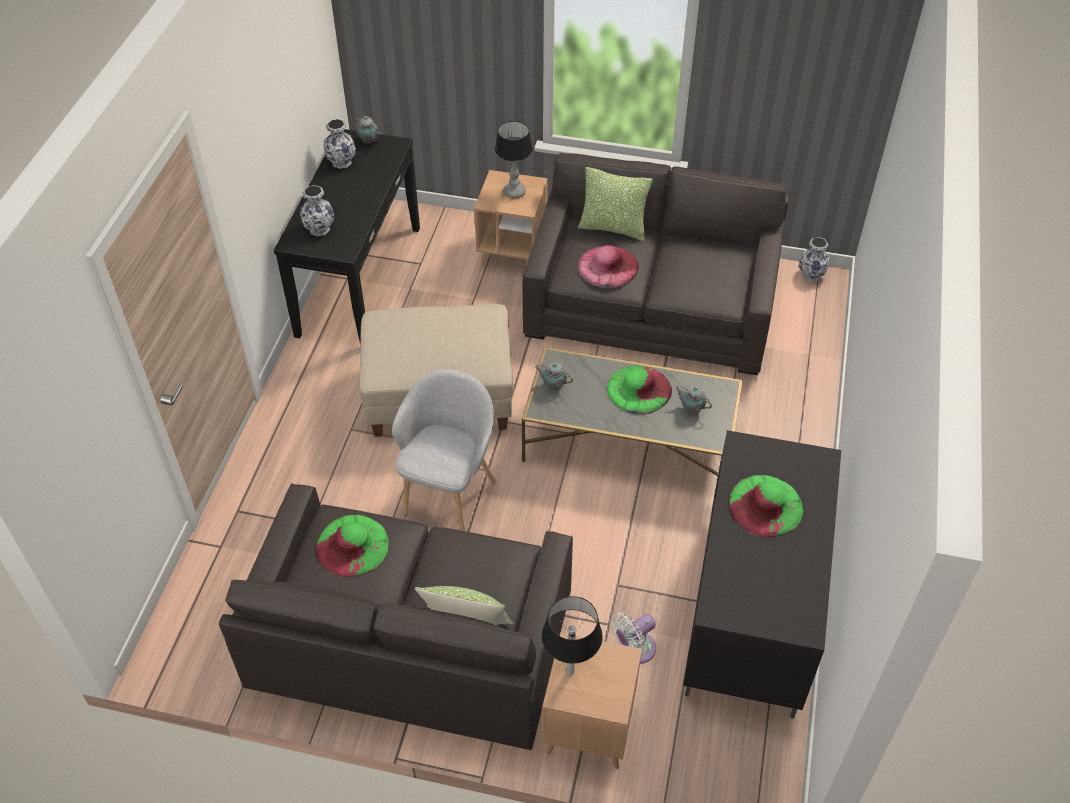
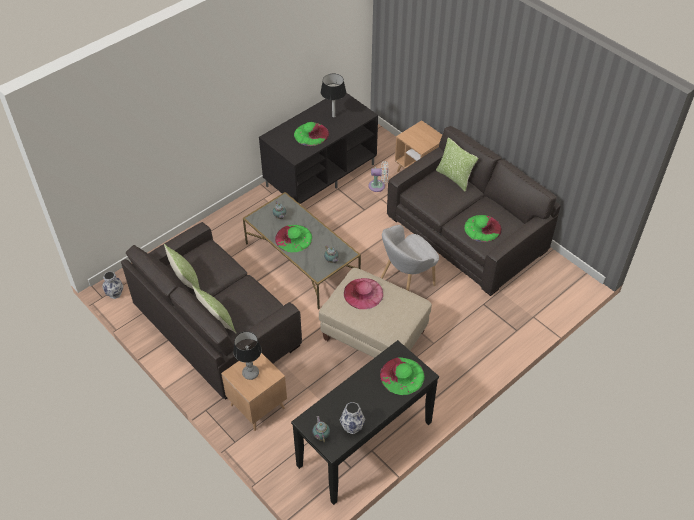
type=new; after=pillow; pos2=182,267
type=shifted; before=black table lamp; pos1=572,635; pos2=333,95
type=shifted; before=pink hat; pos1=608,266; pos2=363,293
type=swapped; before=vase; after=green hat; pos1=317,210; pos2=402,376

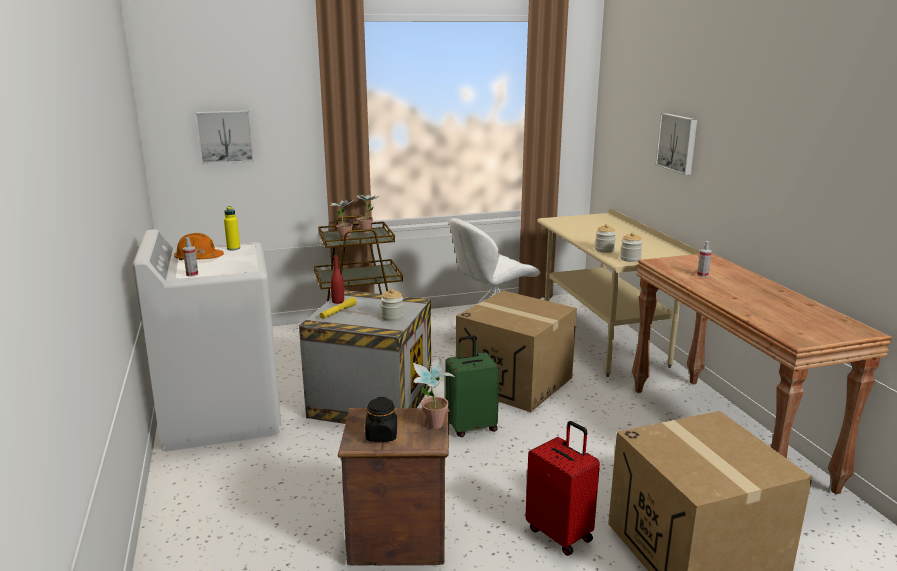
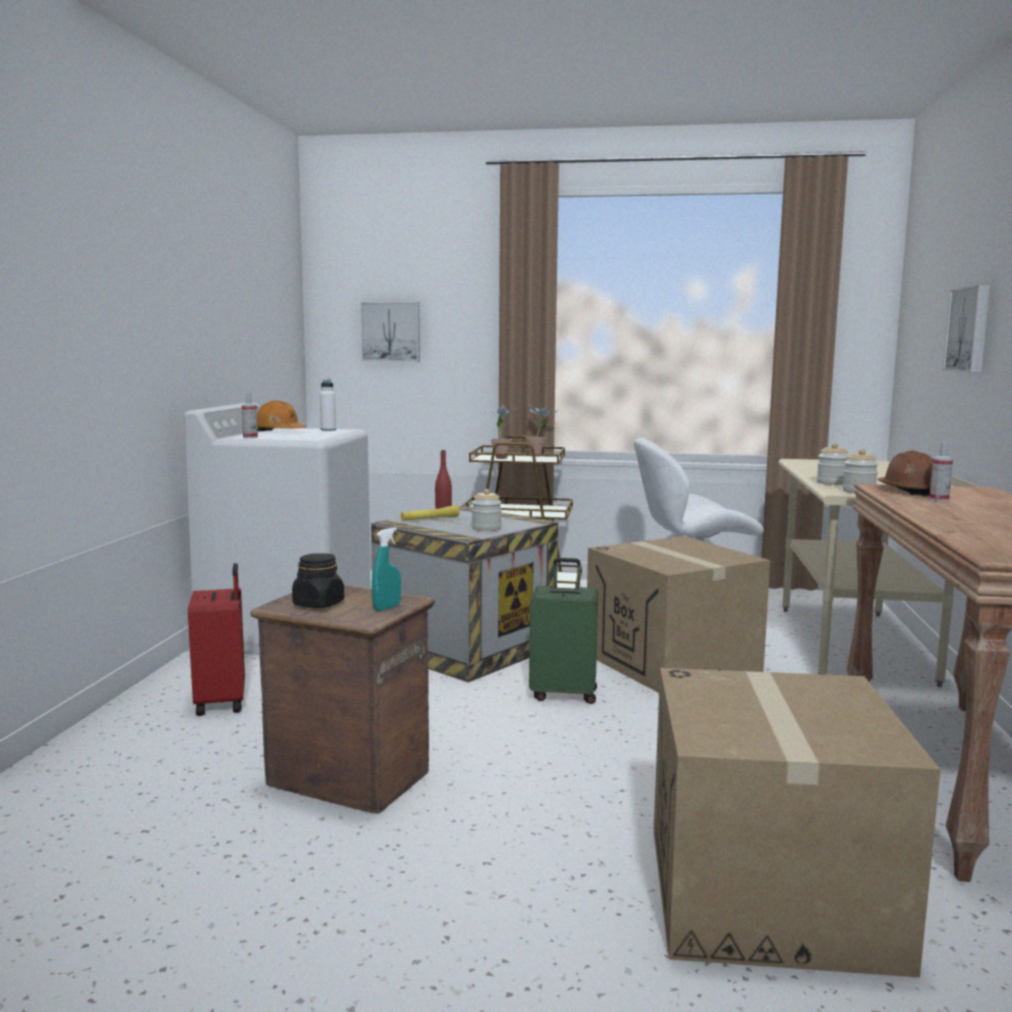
type=new; after=brown hard hat; pos2=905,473
type=shifted; before=red suitcase; pos1=562,488; pos2=216,639
type=swapped; before=potted plant; after=turquoise spray bottle; pos1=434,392; pos2=386,569
type=repainted; before=yellow bottle; after=white bottle; pos1=232,228; pos2=328,404

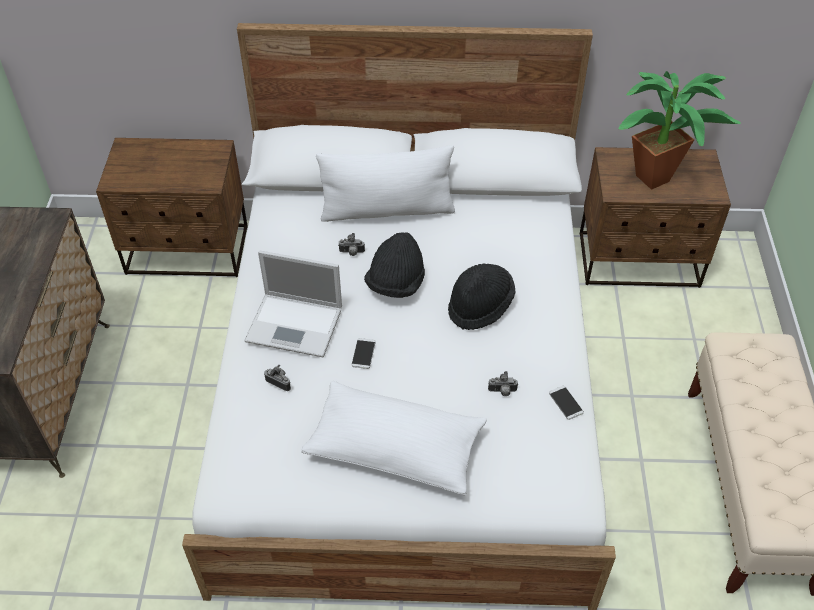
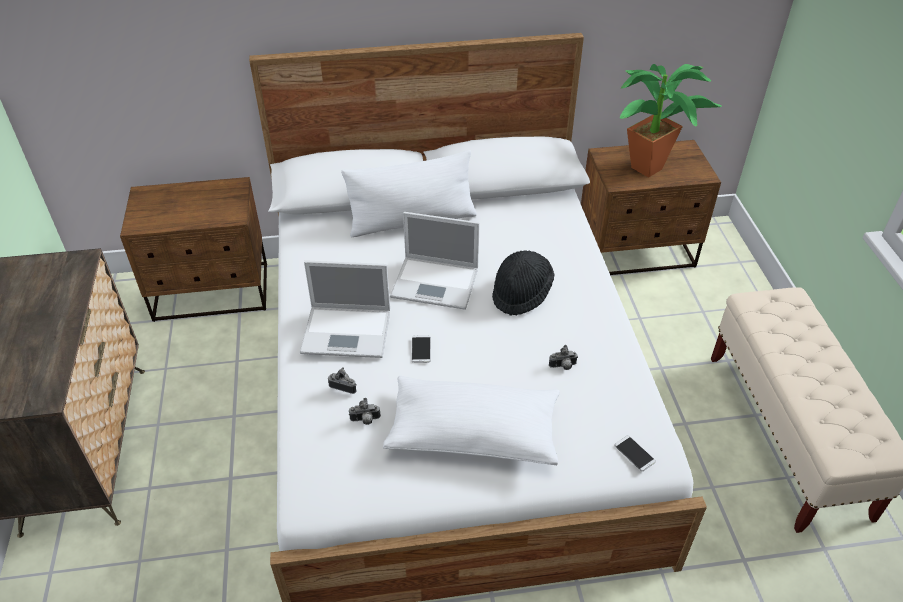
type=shifted; before=photo camera; pos1=351,244; pos2=365,411
type=shifted; before=phone; pos1=566,403; pos2=635,453
type=swapped; before=black hat; after=laptop; pos1=394,265; pos2=435,261

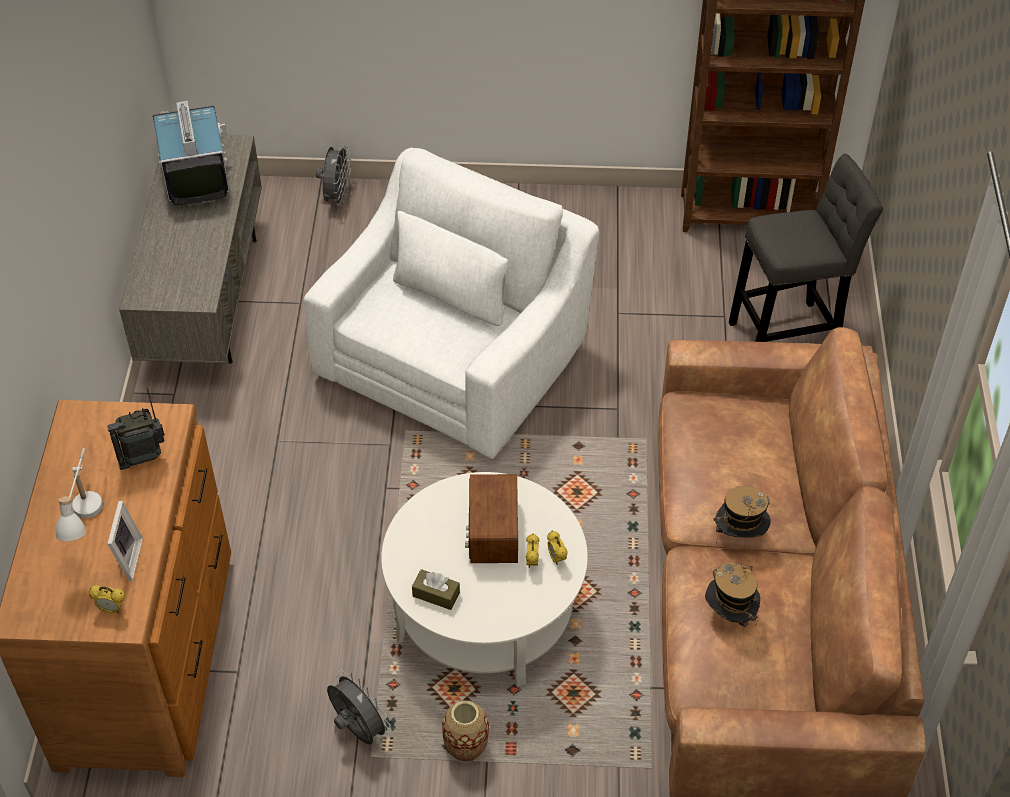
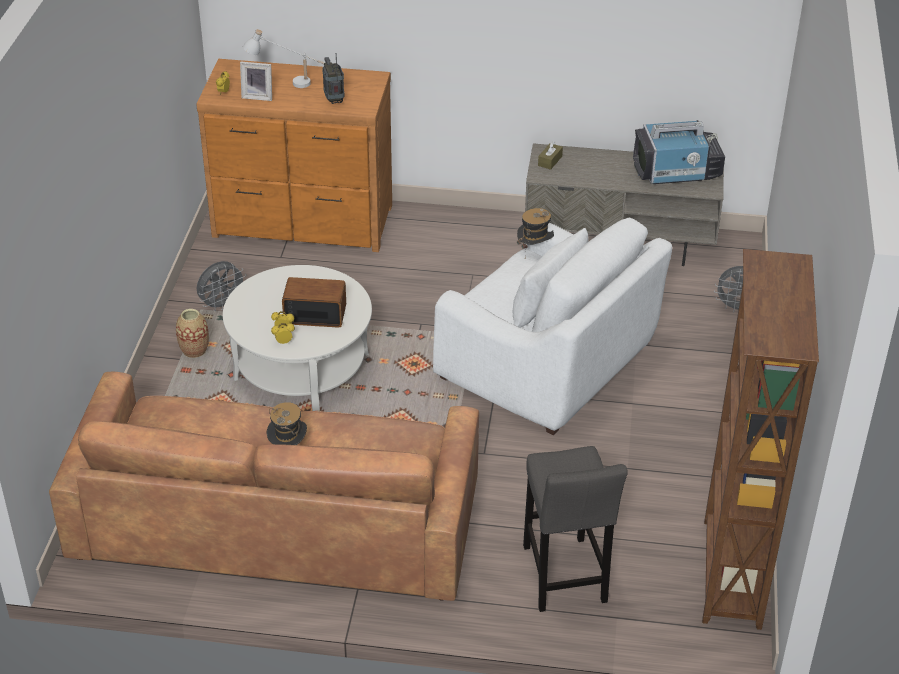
type=shifted; before=brown tissue box; pos1=436,589; pos2=550,155
type=shifted; before=hat; pos1=732,595; pos2=535,231

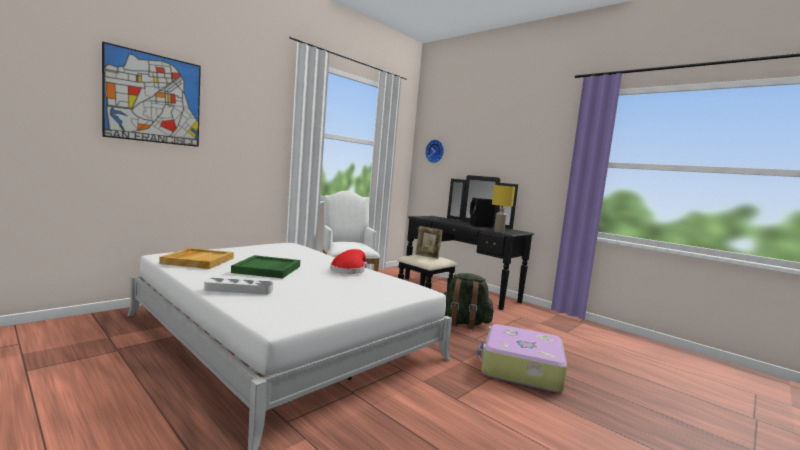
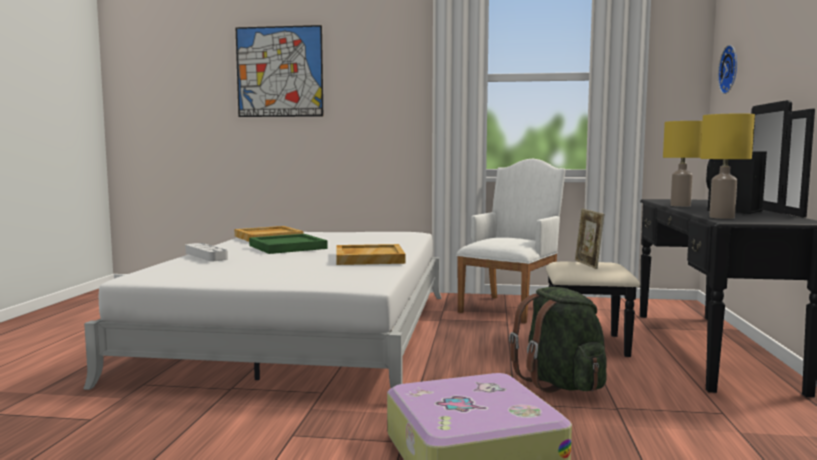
type=new; after=yellow table lamp; pos2=683,164
type=swapped; before=red hat; after=beige tray; pos1=348,261; pos2=370,254

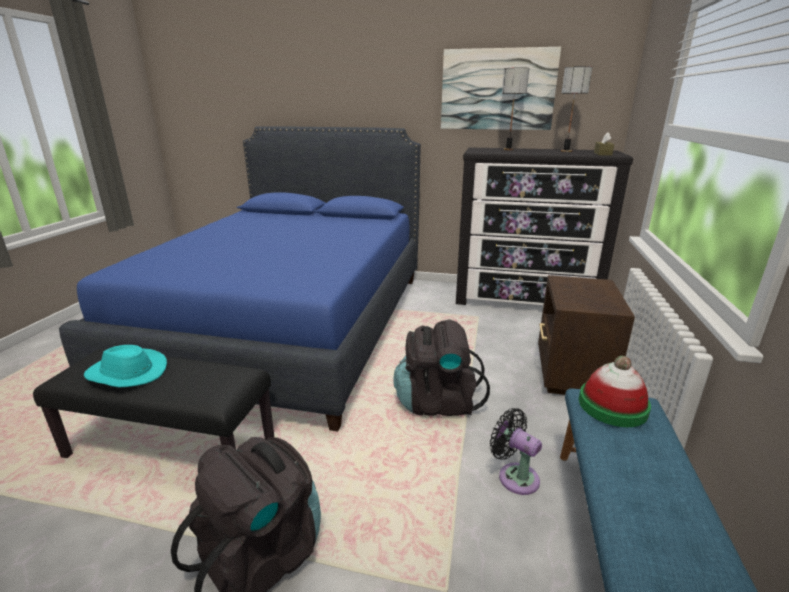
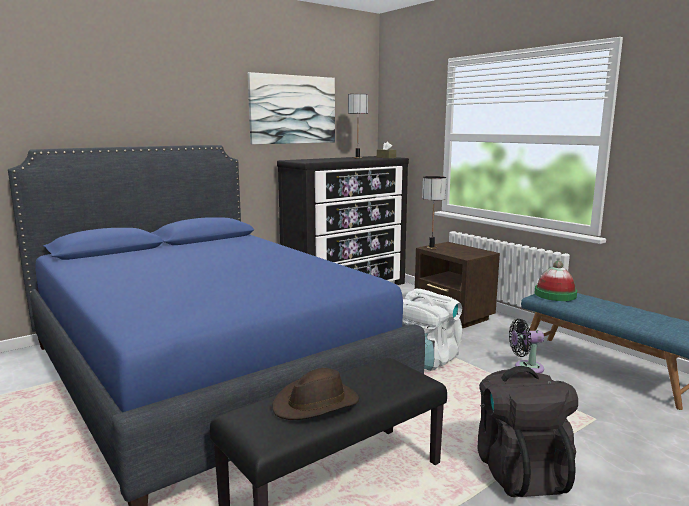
type=shifted; before=table lamp; pos1=515,108; pos2=434,212
type=repainted; before=turquoise hat; after=brown hat; pos1=125,366; pos2=315,394
type=repainted; before=black backpack; after=white backpack; pos1=441,367; pos2=432,330

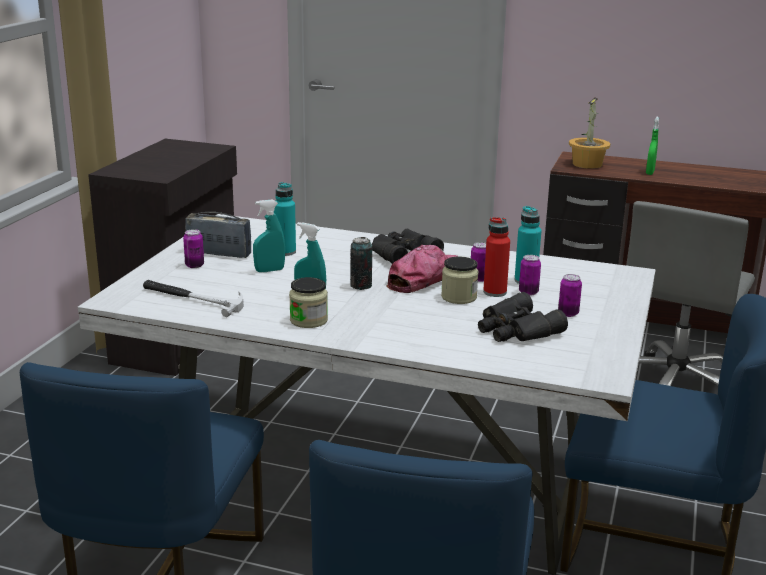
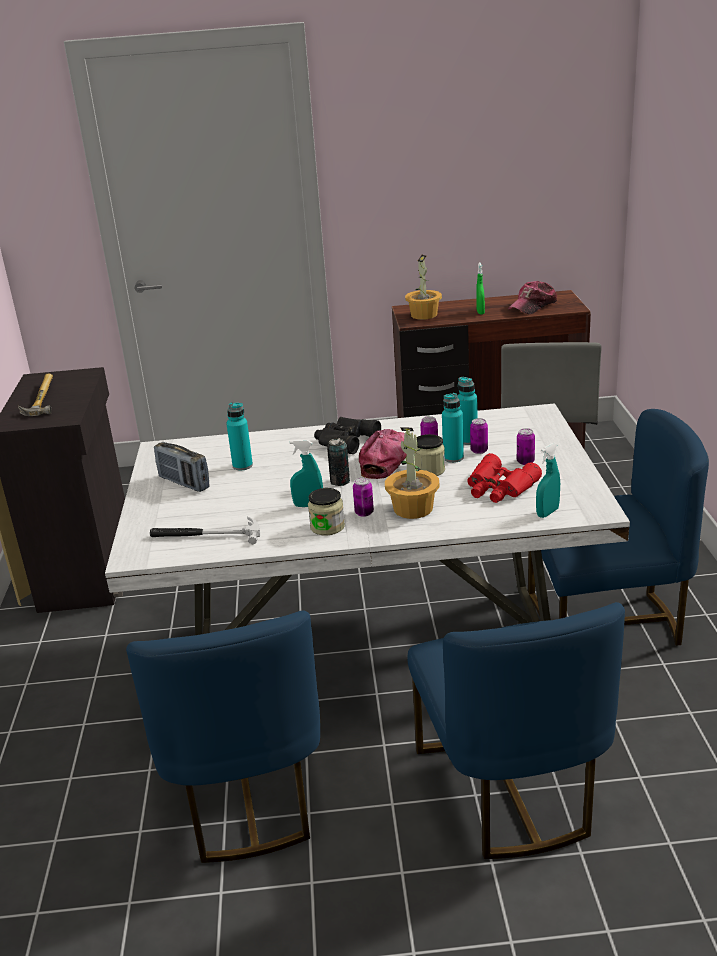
type=new; after=hammer; pos2=35,395
type=new; after=potted plant; pos2=412,473
type=new; after=cap; pos2=532,297
type=shifted; before=can; pos1=193,248; pos2=363,497
type=shifted; before=turquoise spray bottle; pos1=269,235; pos2=548,480
type=repainted; before=black binoculars; after=red binoculars; pos1=523,317; pos2=504,478
type=repainted; before=red bottle; after=turquoise bottle; pos1=496,257; pos2=453,428
type=rotated; before=radio; pos1=218,235; pos2=181,467; turn=-135

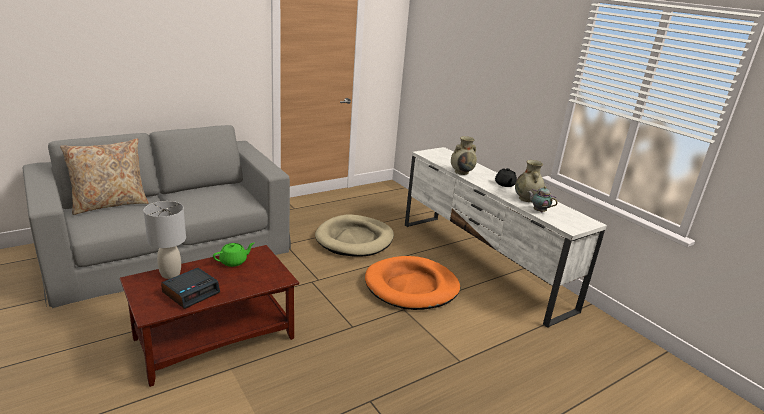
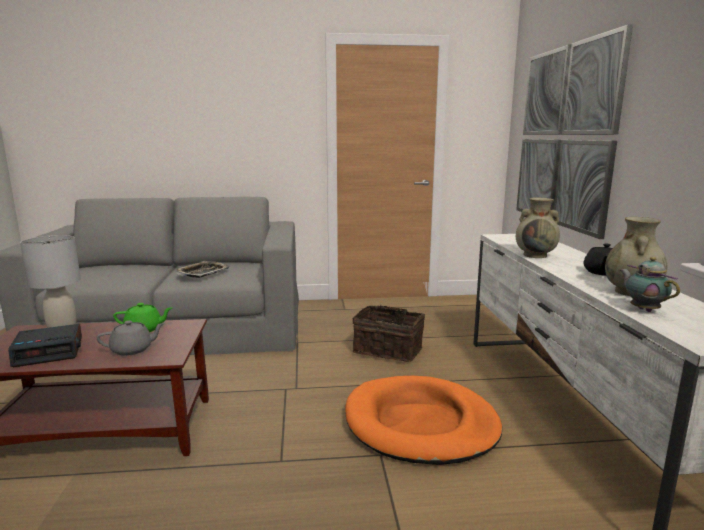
type=gone; before=beige pillow; pos1=104,177
type=new; after=grey teapot; pos2=131,338
type=new; after=tray; pos2=202,269
type=new; after=picture; pos2=574,131
type=swapped; before=beige dog bed; after=basket; pos1=354,235; pos2=389,333

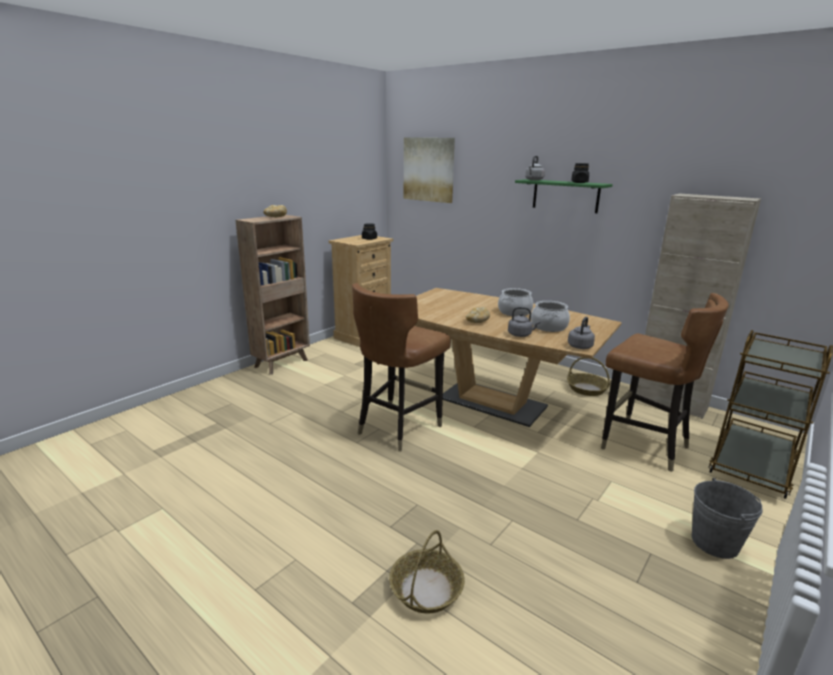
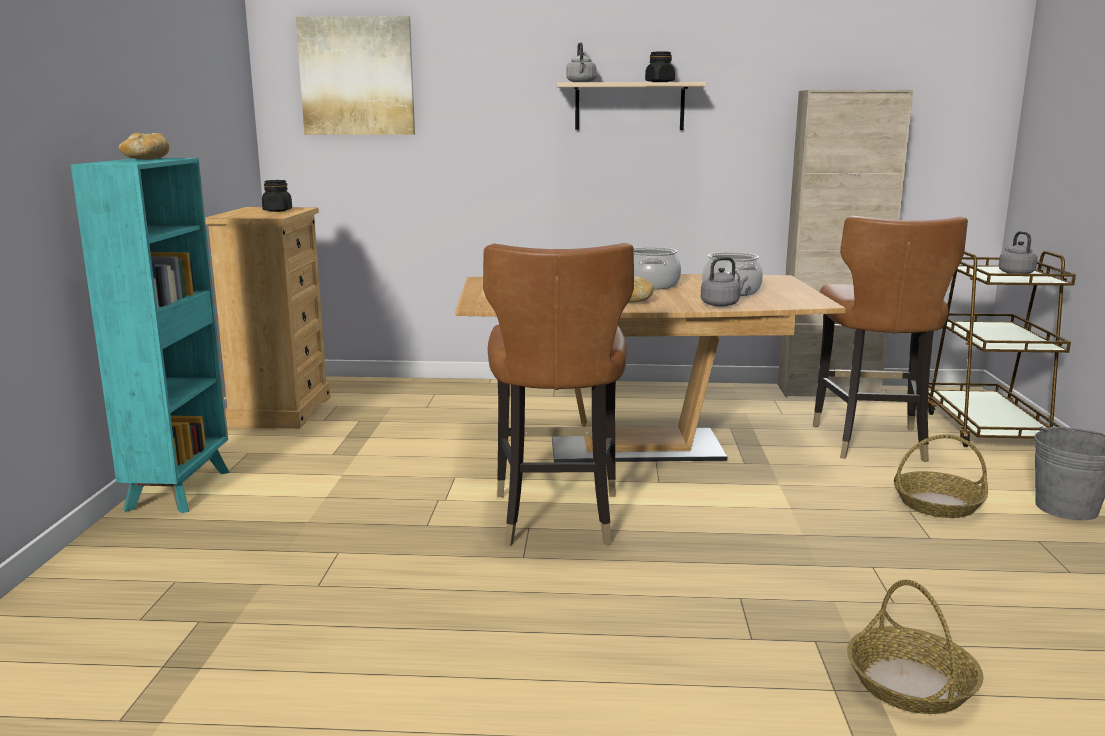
type=shifted; before=basket; pos1=588,376; pos2=941,476
type=shifted; before=grey kettle; pos1=581,332; pos2=1018,252
type=repainted; before=brown bookcase; after=turquoise bookcase; pos1=272,295; pos2=150,335
type=repainted; before=green shelf; after=beige shelf; pos1=564,196; pos2=631,106
type=rotated; before=brown chair; pos1=665,382; pos2=890,339; turn=90

